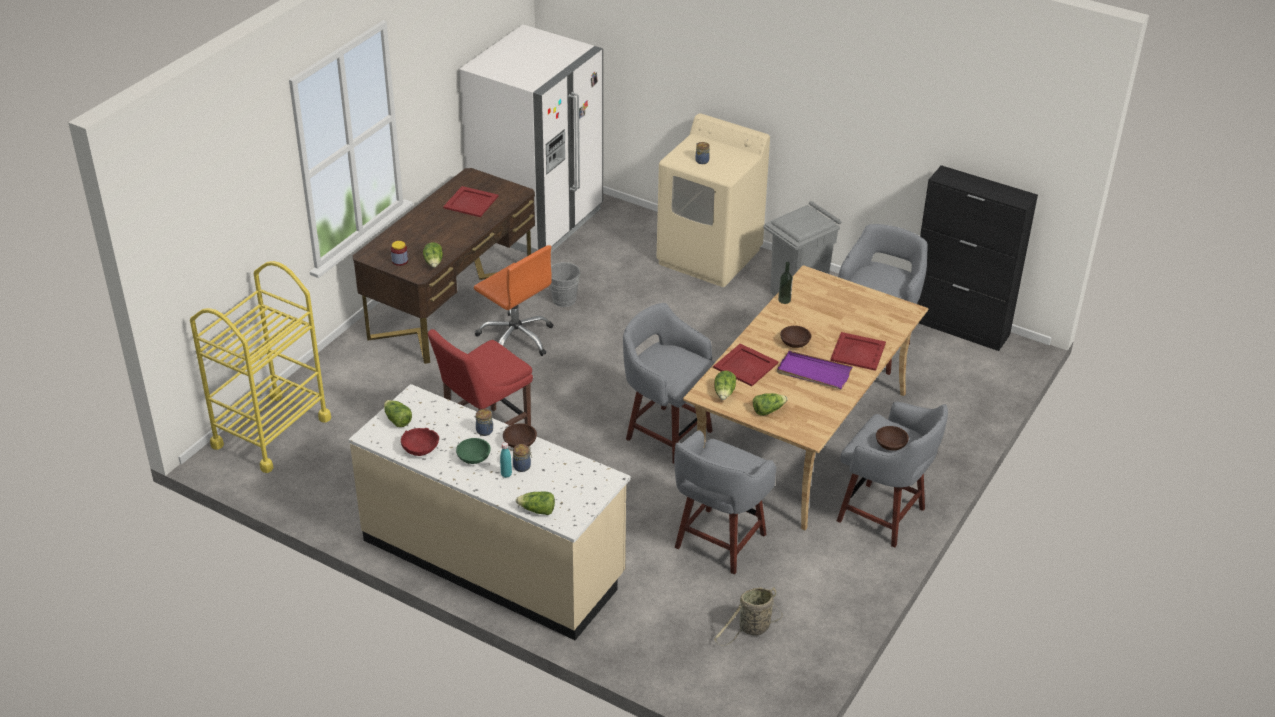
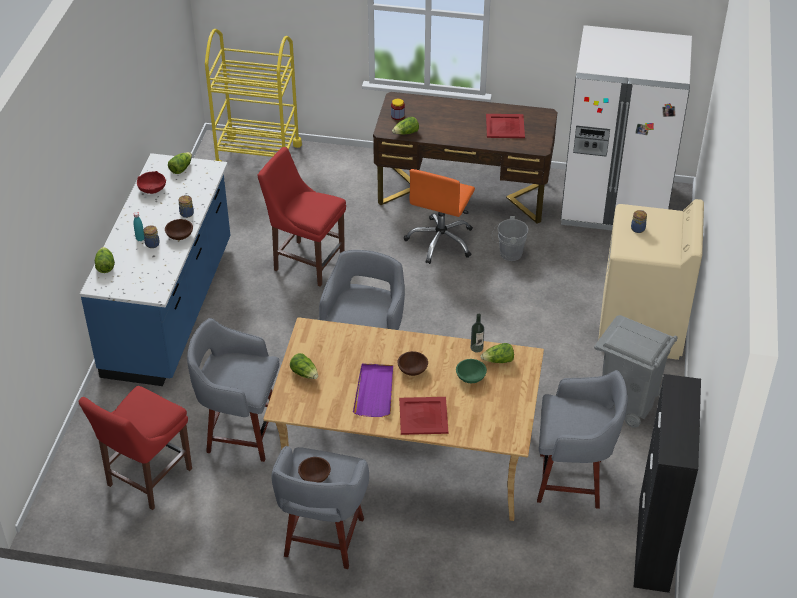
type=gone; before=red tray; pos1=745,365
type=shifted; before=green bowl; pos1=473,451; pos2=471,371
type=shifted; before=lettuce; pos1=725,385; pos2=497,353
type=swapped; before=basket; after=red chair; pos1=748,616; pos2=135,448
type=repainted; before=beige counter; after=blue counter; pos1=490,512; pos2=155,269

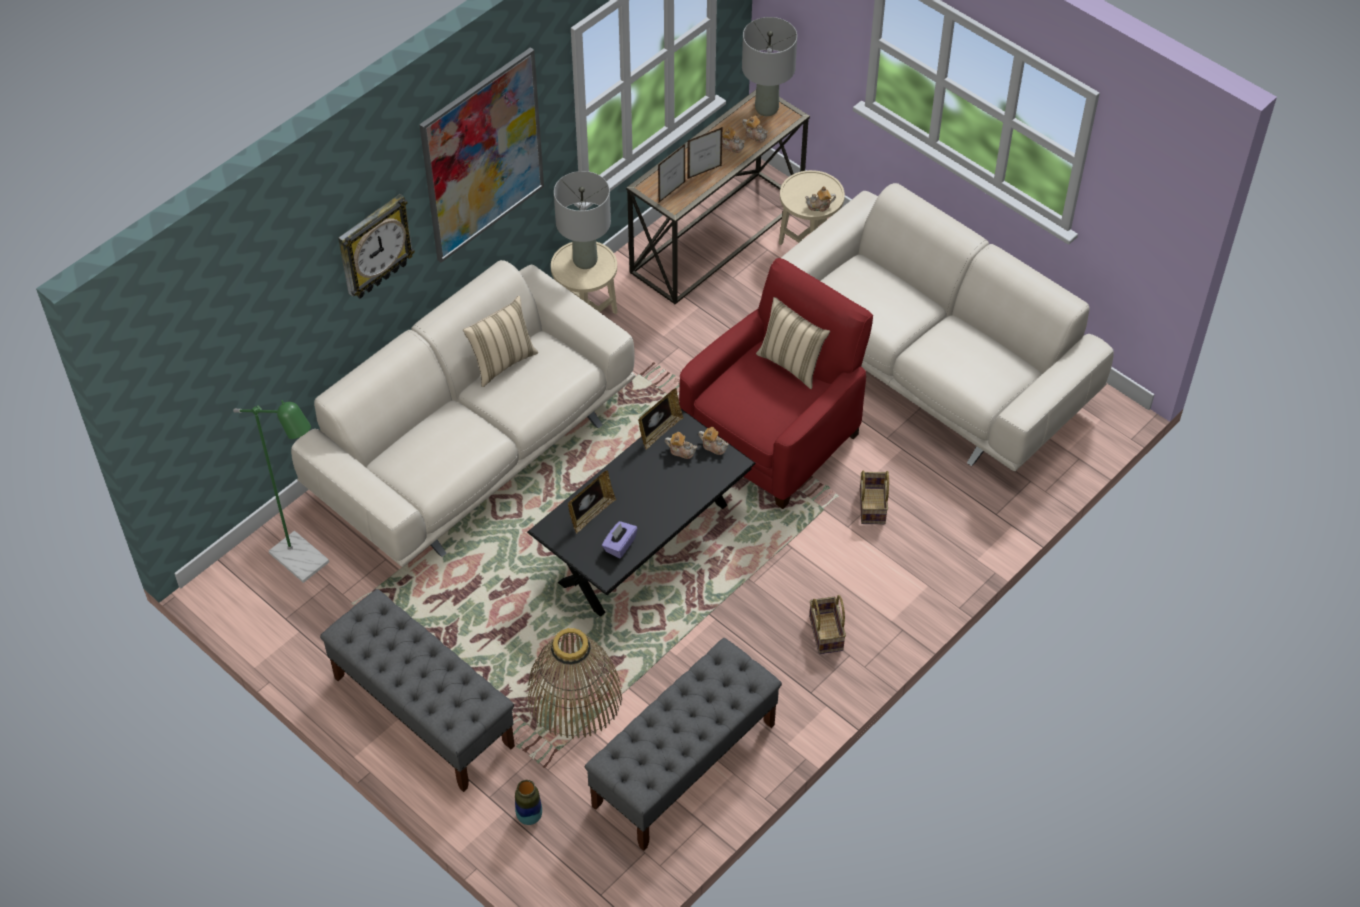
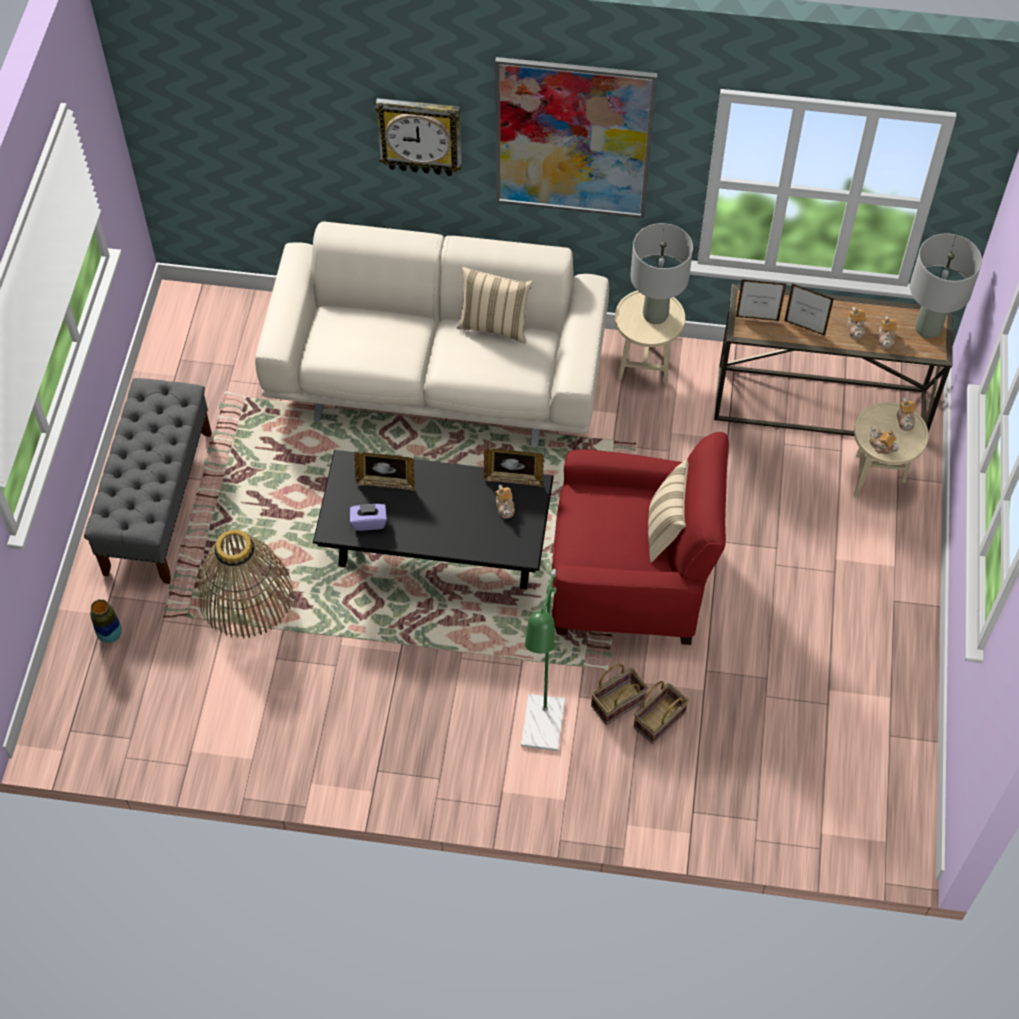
type=gone; before=grey bench; pos1=683,744
type=gone; before=beige sofa; pos1=947,327
type=shifted; before=green floor lamp; pos1=281,491; pos2=543,660
type=shifted; before=teapot; pos1=713,441; pos2=906,414
type=shifted; before=basket; pos1=827,624; pos2=661,712

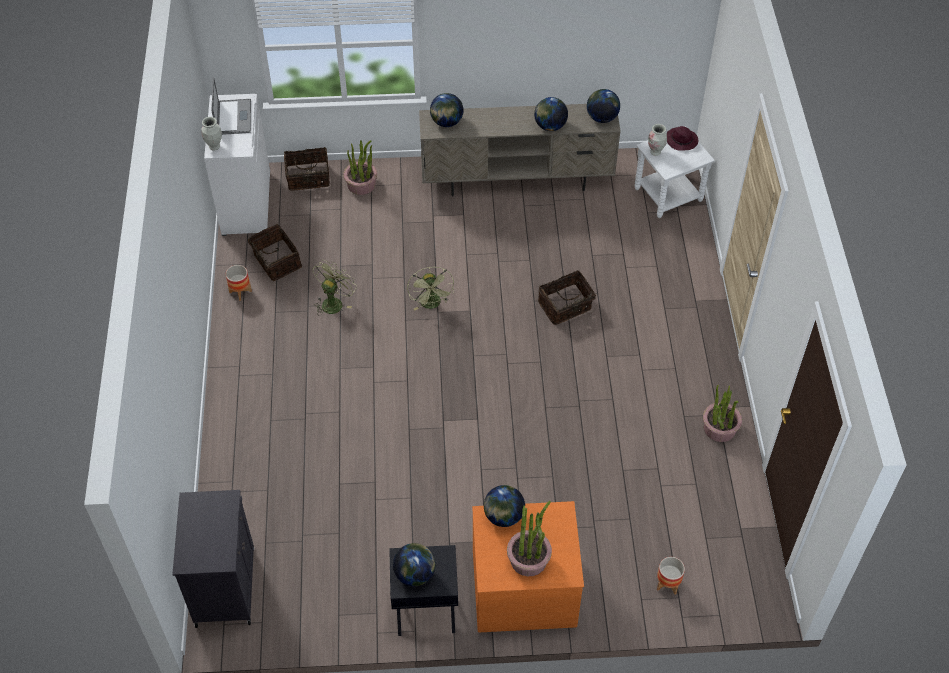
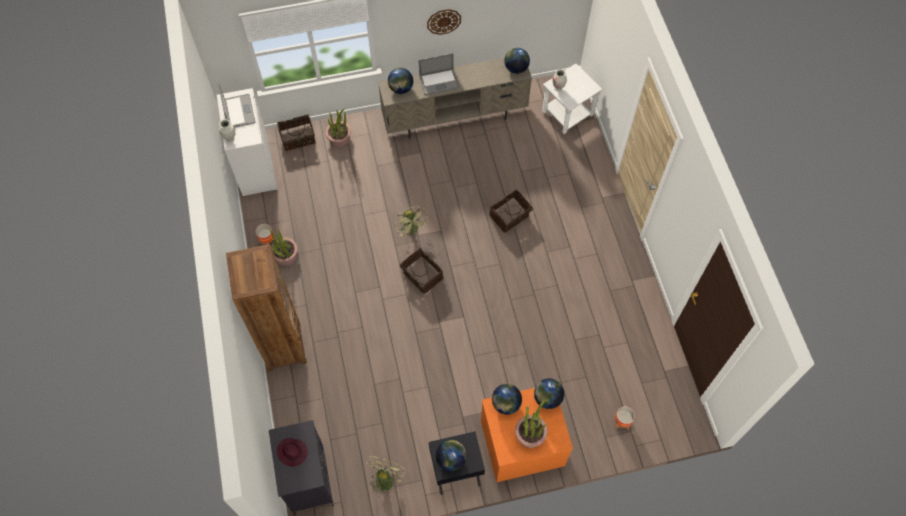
type=new; after=brown bookcase; pos2=266,307
type=new; after=laptop; pos2=439,74
type=new; after=wall clock; pos2=444,22
type=shifted; before=basket; pos1=275,252; pos2=422,271
type=shifted; before=green fan; pos1=335,288; pos2=386,475
type=shifted; before=globe; pos1=551,114; pos2=549,393
type=shifted; before=purple hat; pos1=682,138; pos2=292,452
type=shifted; before=potted plant; pos1=722,413; pos2=284,247

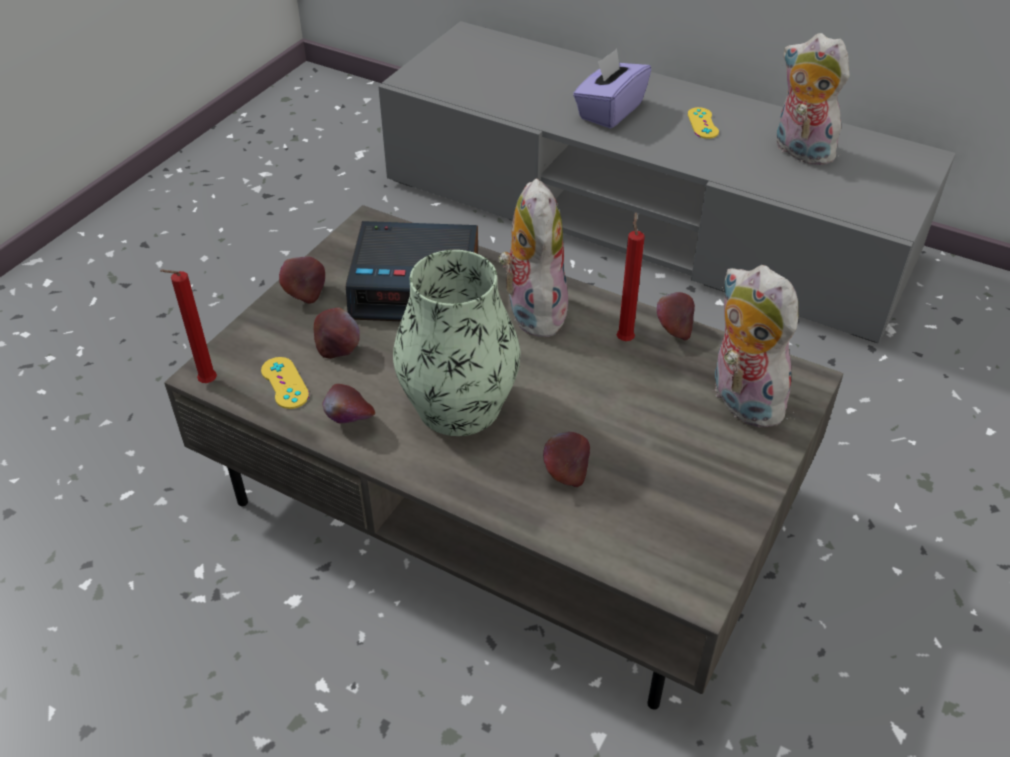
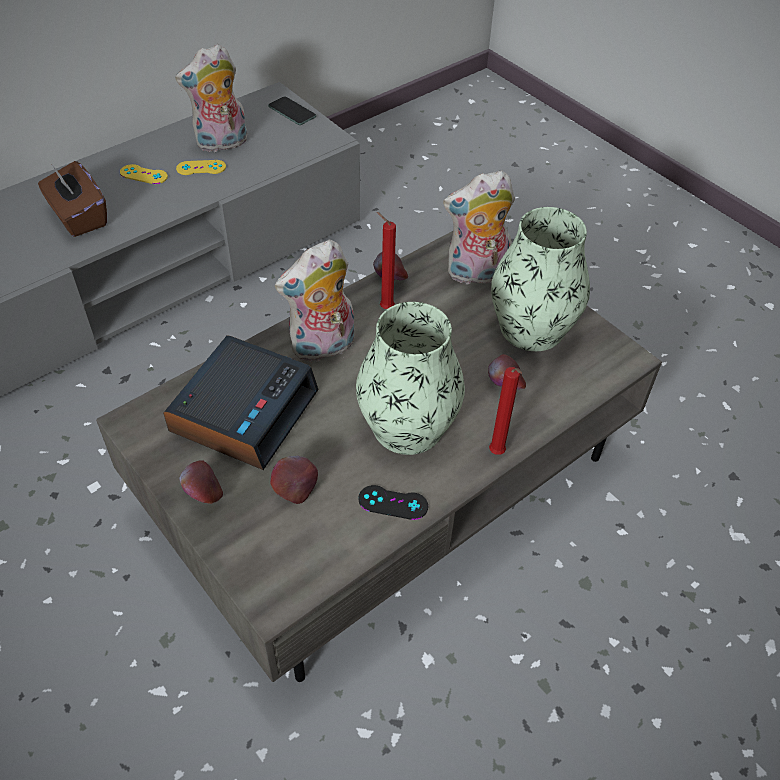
type=new; after=phone; pos2=292,110
type=new; after=vase; pos2=540,279
type=shifted; before=red candle; pos1=188,326; pos2=505,411
type=shifted; before=yellow game controller; pos1=285,383; pos2=201,167
type=swapped; before=apple; after=black game controller; pos1=348,403; pos2=393,502
type=repainted; before=purple tissue box; after=brown tissue box; pos1=612,88; pos2=72,199
type=rotated; before=plush toy; pos1=533,258; pos2=314,301; turn=-45

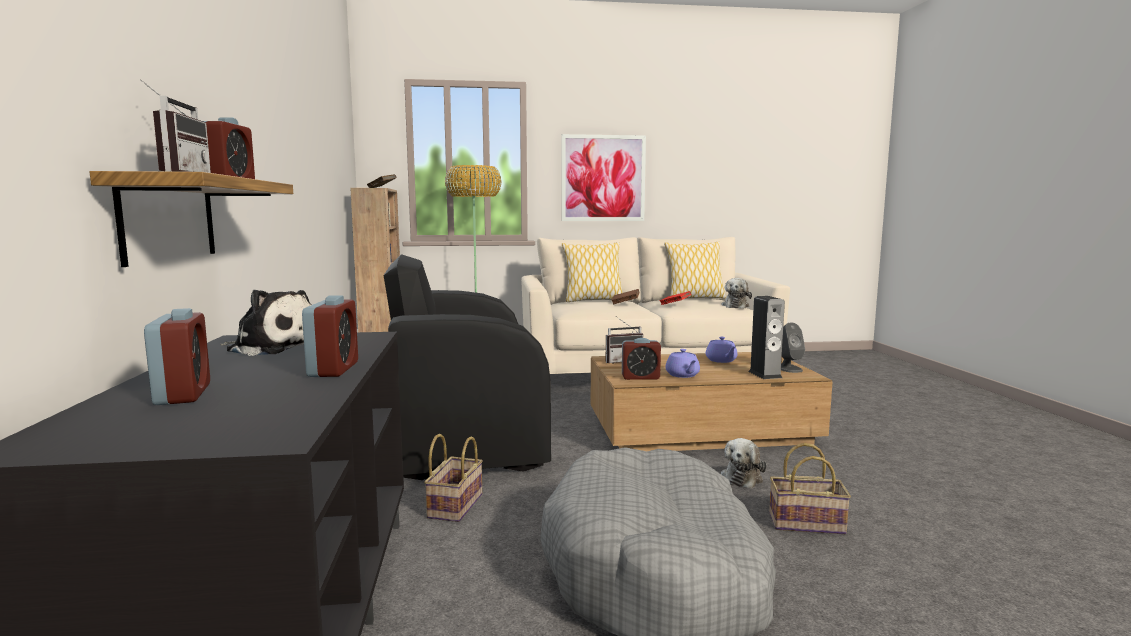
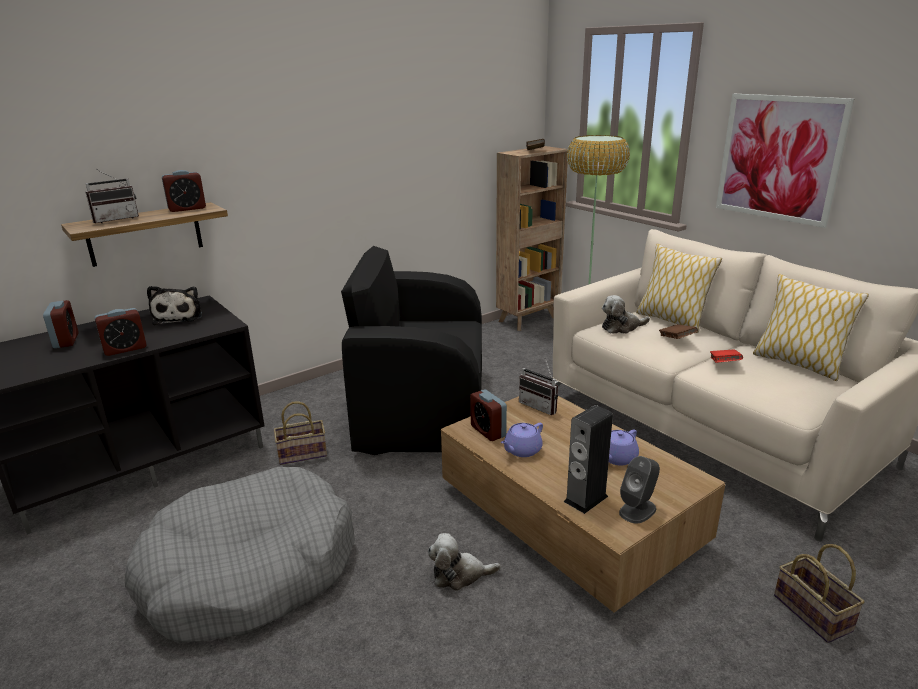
type=shifted; before=plush toy; pos1=736,293; pos2=626,314
type=shifted; before=basket; pos1=810,488; pos2=819,593
type=rotated; before=alarm clock; pos1=177,356; pos2=60,324; turn=-60
type=rotated; before=black armchair; pos1=467,367; pos2=411,350; turn=-45

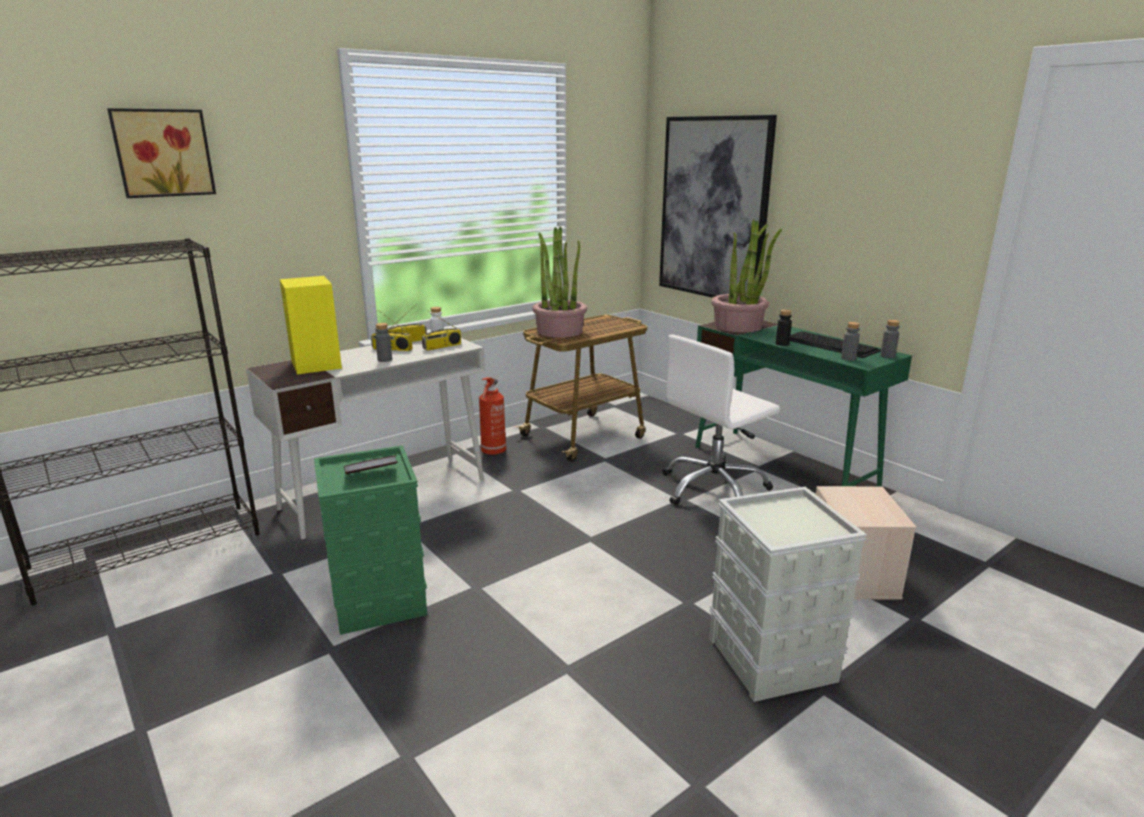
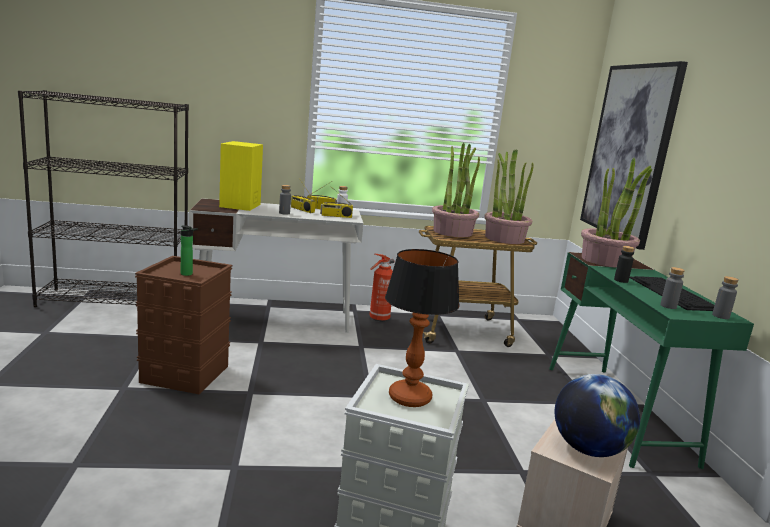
type=gone; before=picture; pos1=161,153
type=gone; before=white office chair; pos1=721,420
type=new; after=table lamp; pos2=422,328
type=new; after=potted plant; pos2=509,196
type=new; after=globe; pos2=597,415
type=swapped; before=book; after=bottle; pos1=371,464; pos2=189,250
type=repainted; before=green storage box; after=brown storage box; pos1=370,540; pos2=183,325

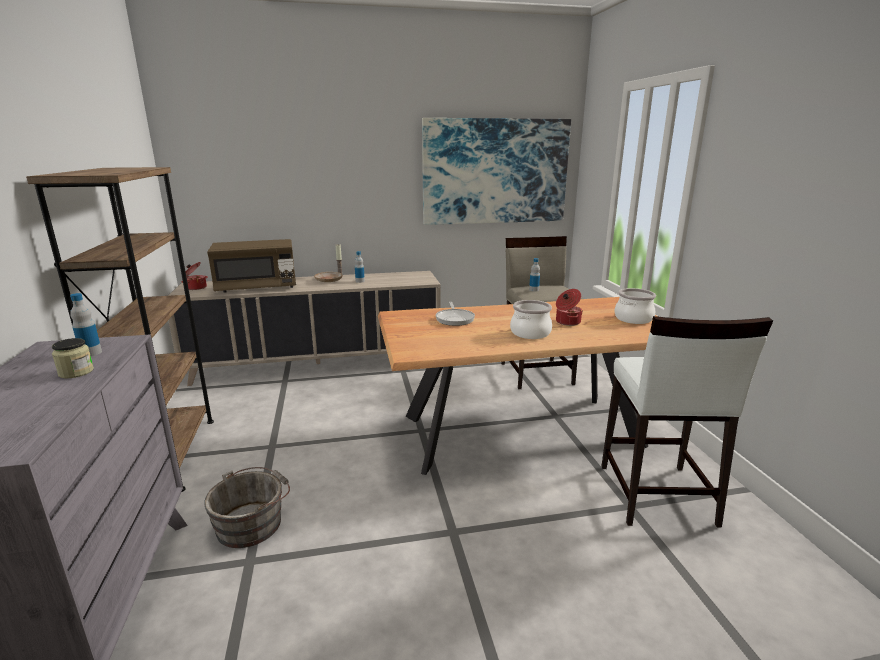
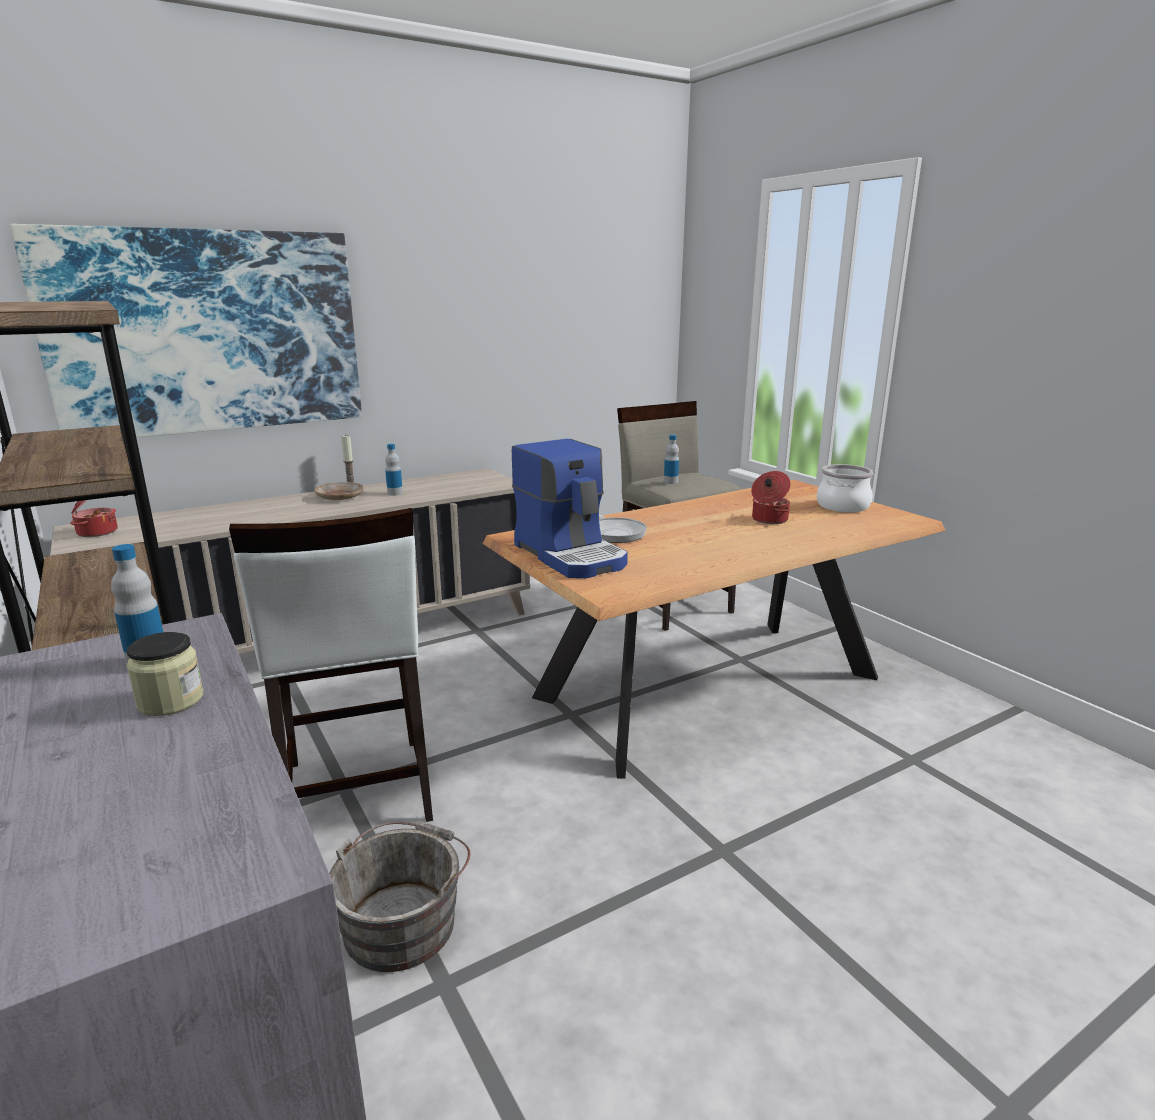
type=gone; before=brown microwave; pos1=251,266
type=gone; before=cooking pot; pos1=531,319
type=new; after=coffee machine; pos2=570,508
type=shifted; before=picture; pos1=496,171; pos2=186,331
type=shifted; before=white stool; pos1=687,422; pos2=331,665

